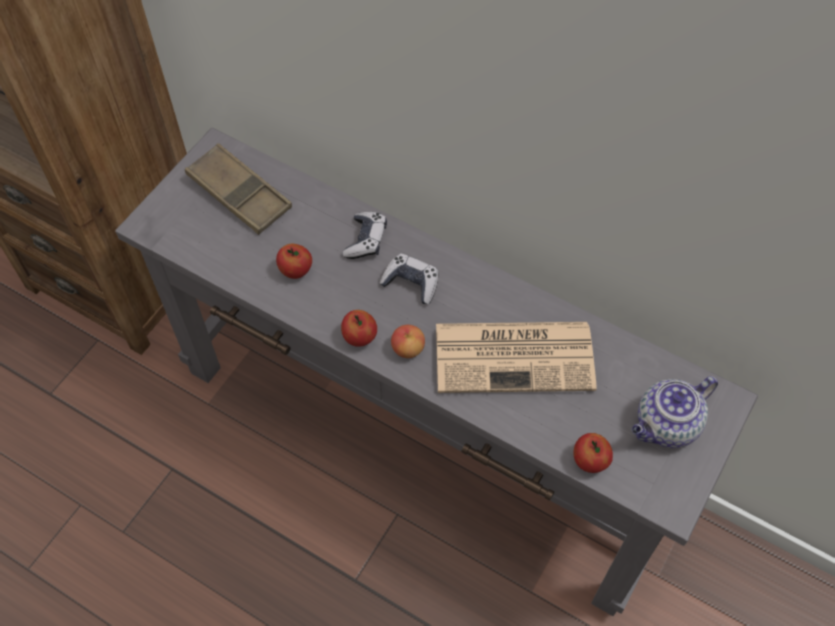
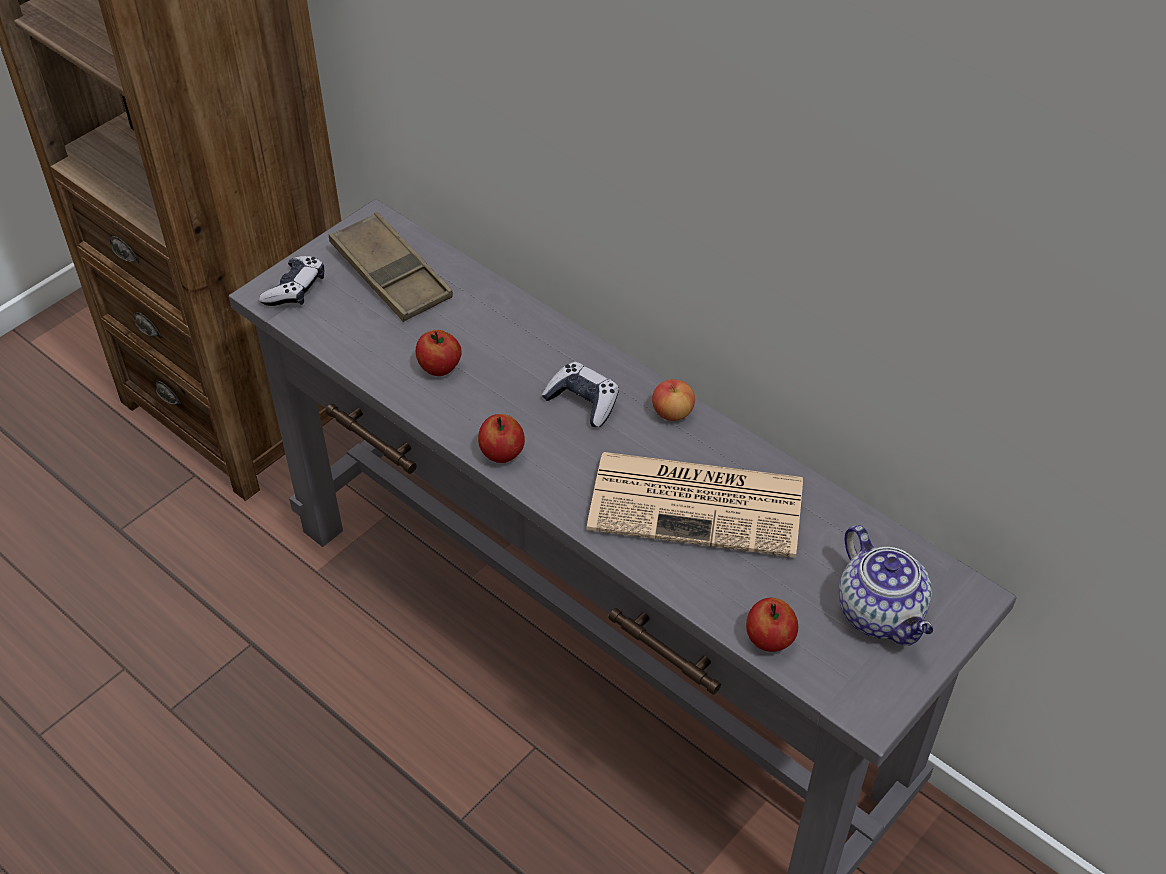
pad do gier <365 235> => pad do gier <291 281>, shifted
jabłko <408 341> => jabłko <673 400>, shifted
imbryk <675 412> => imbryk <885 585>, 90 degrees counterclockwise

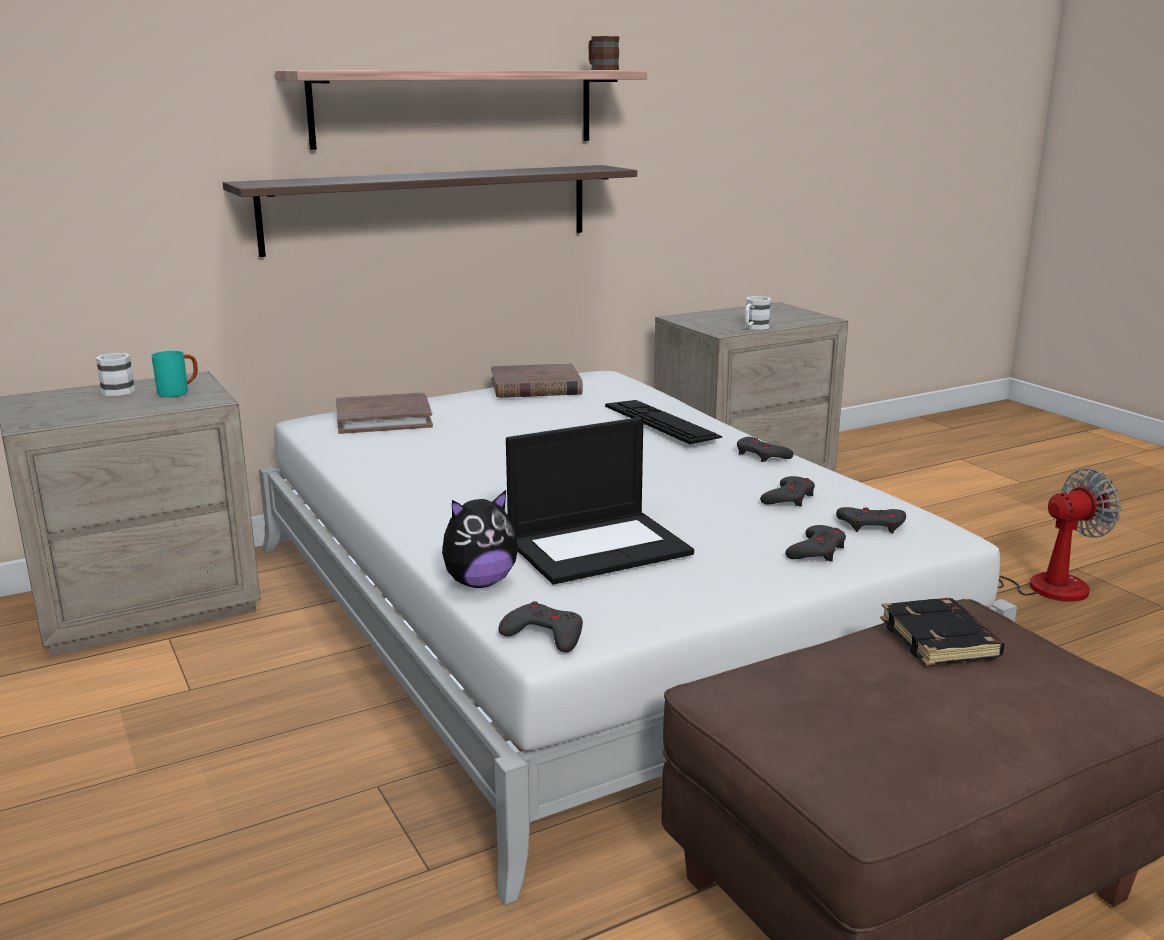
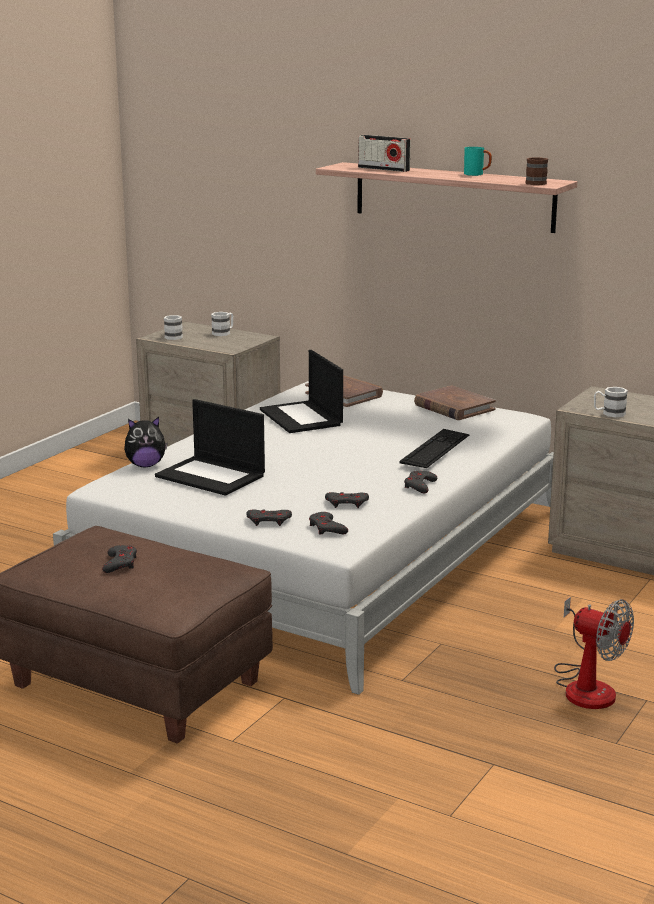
kubek (turkusowy) <174 374> => kubek (turkusowy) <478 161>, shifted
półka <430 211> => nothing
pluszak <480 539> => pluszak <146 442>, 45 degrees counterclockwise
pad do gier (szary) <540 626> => pad do gier (szary) <119 559>, shifted
książka (czarny) <942 631> => nothing
nothing => kubek (biały) <173 327>
nothing => laptop <301 391>
nothing => radio <384 153>

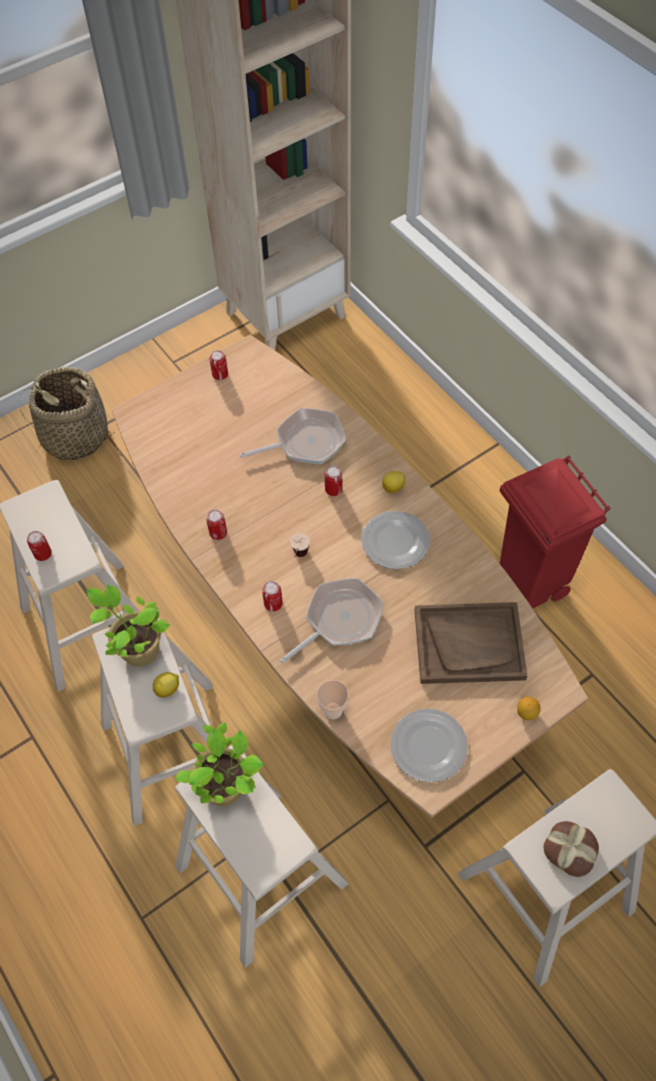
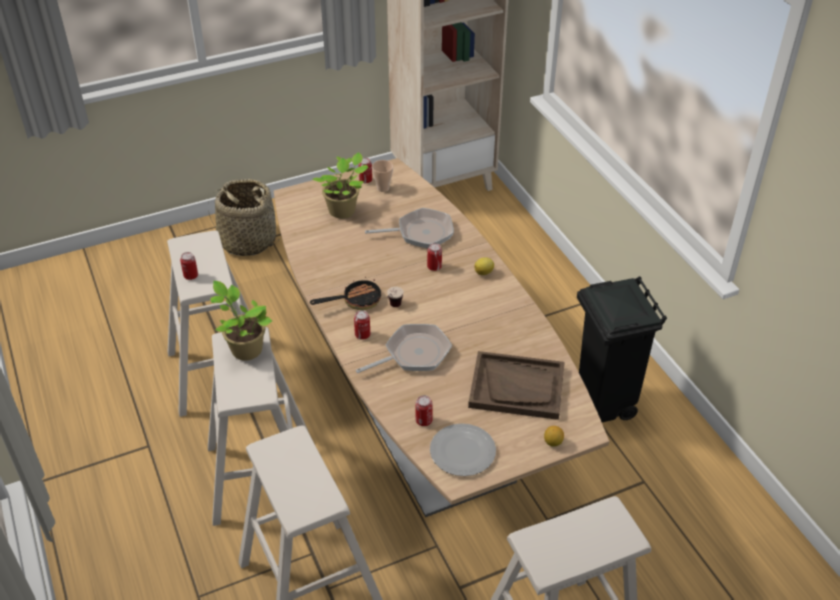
cytryna <166 685> => nothing
roślina doniczkowa <219 764> => roślina doniczkowa <340 185>, shifted
puszka <216 524> => puszka <424 410>, shifted
filiżanka <332 699> => filiżanka <382 176>, shifted
talerz <395 540> => nothing
kosz na śmieci (czerwony) <555 531> => kosz na śmieci (czarny) <622 349>
chleb <571 849> => nothing
nothing => patelnia <345 293>

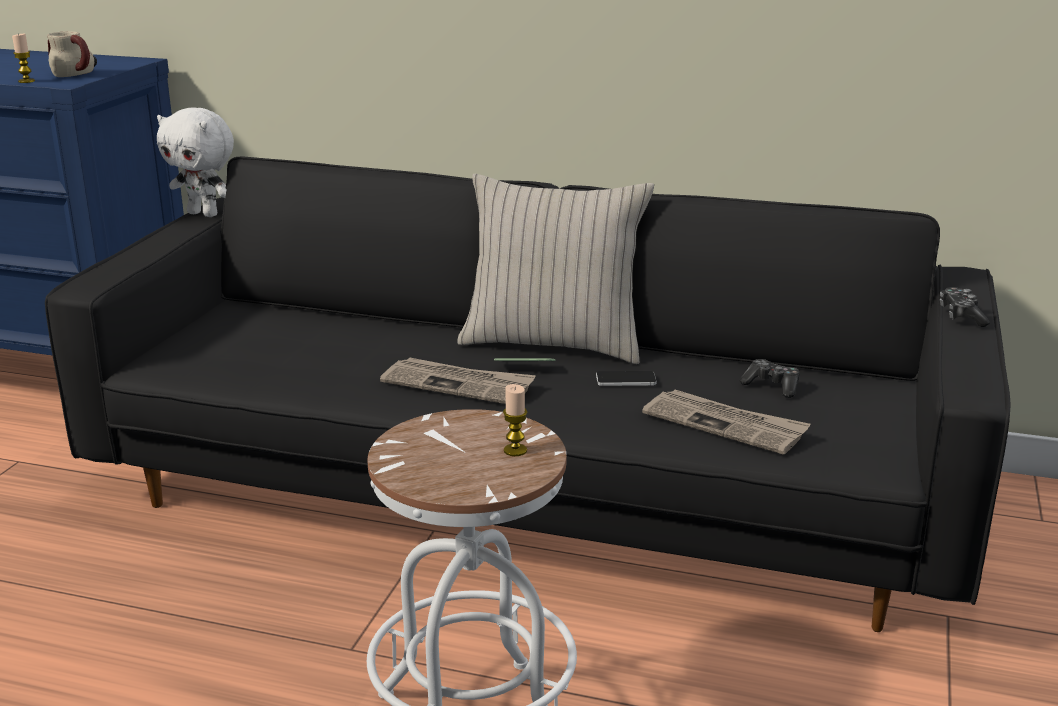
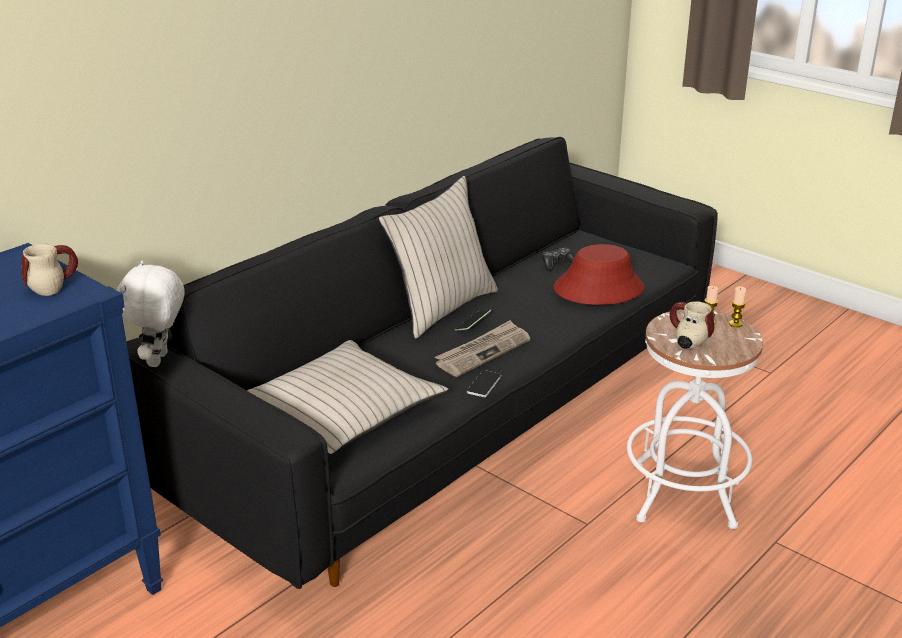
świeca <23 58> => świeca <737 306>, shifted
pluszak (biały) <195 162> => pluszak (biały) <150 313>, 135 degrees clockwise
telefon <626 378> => telefon <484 383>, shifted
gazeta <726 422> => kapelusz (czerwony) <599 274>
pad do gier <965 307> => nothing
nothing => poduszka (beżowy) <347 397>
nothing => kubek <691 325>

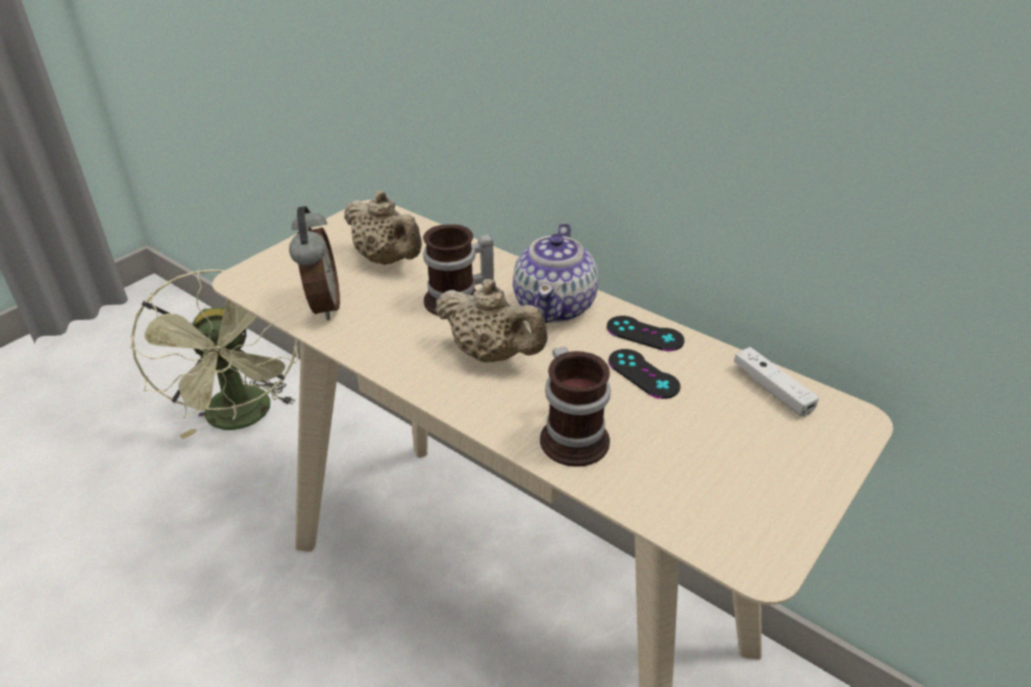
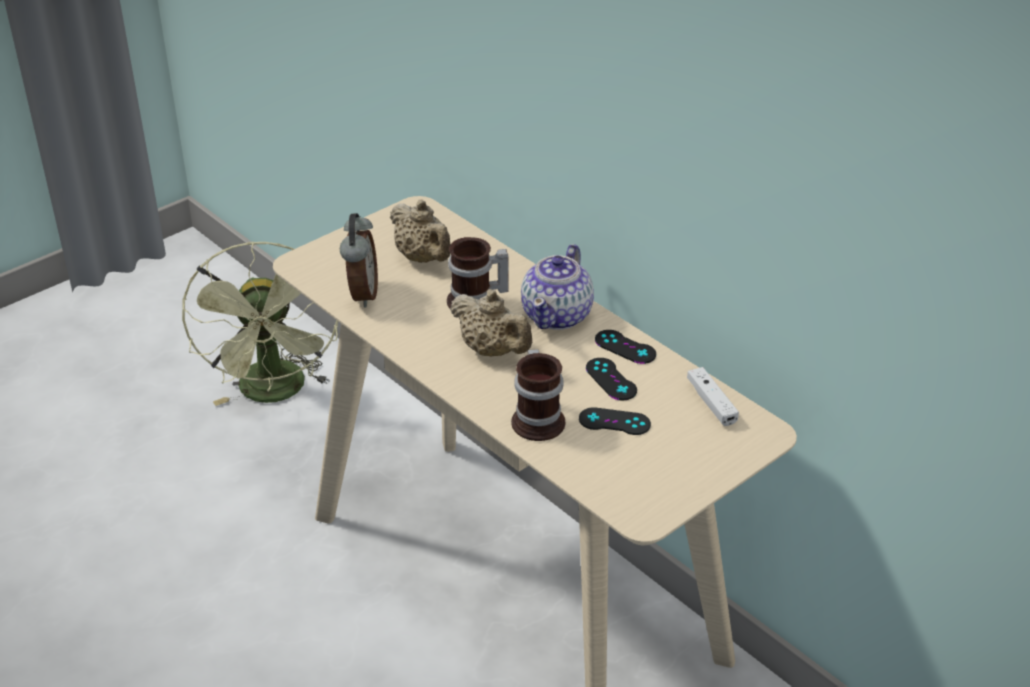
nothing => pad do gier (czarny) <615 421>

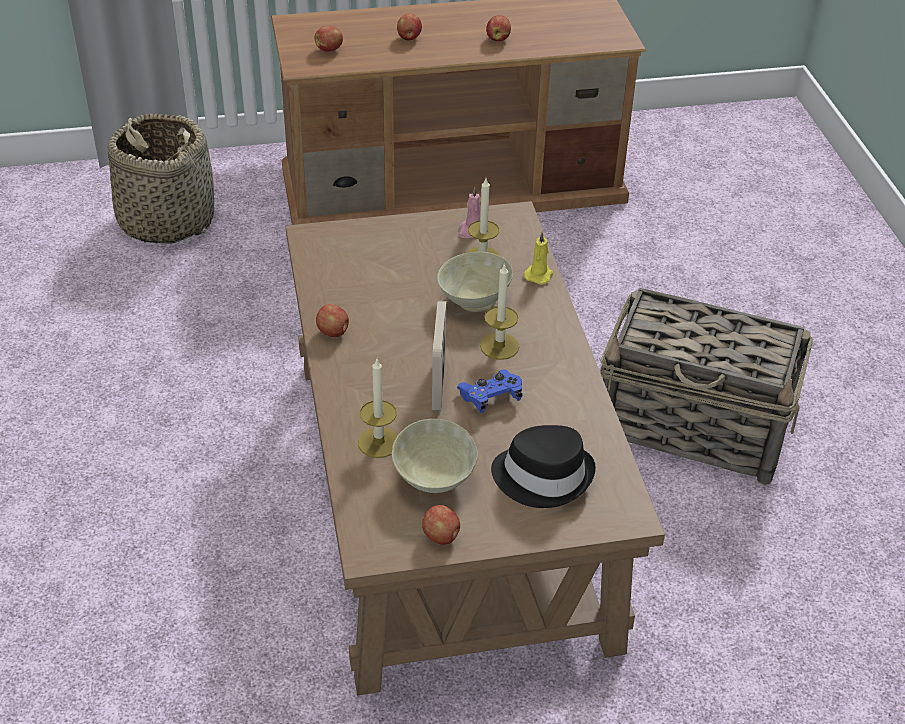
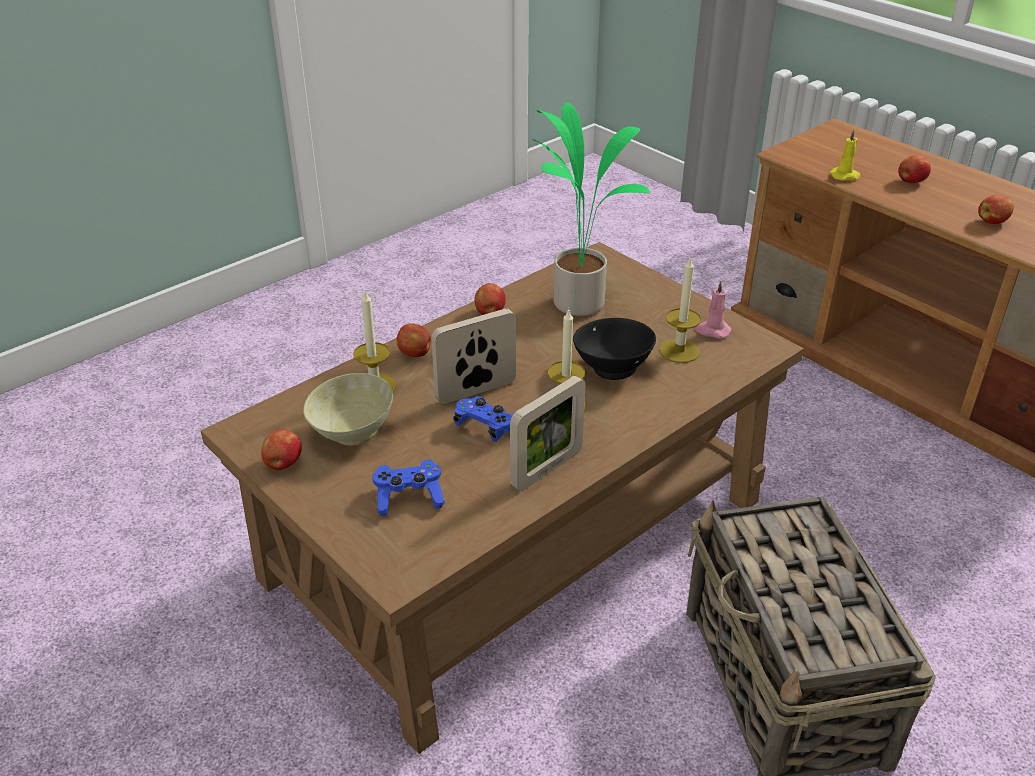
koszyk <161 178> => nothing
jabłko <329 39> => jabłko <414 340>, shifted
miska (beżowy) <475 282> => miska (czarny) <614 349>
kapelusz (czarny) <543 466> => pad do gier (niebieski) <409 488>
świeca (żółty) <538 257> => świeca (żółty) <845 155>, shifted
nothing => ramka na zdjęcie <548 433>
nothing => roślina doniczkowa <591 209>

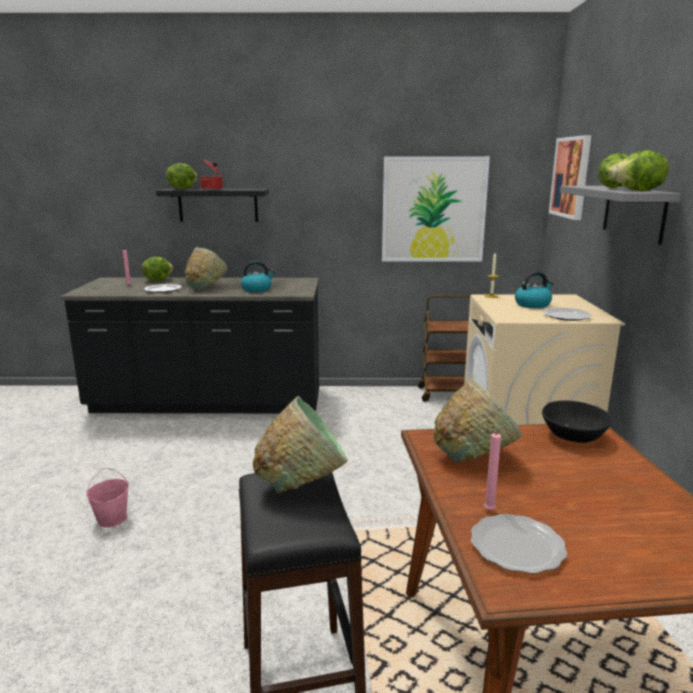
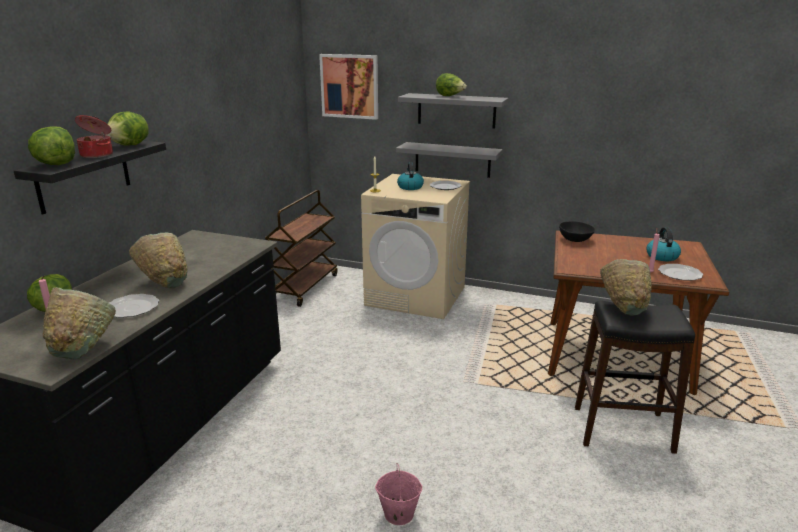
czajnik <258 276> => czajnik <663 244>, shifted
obraz <436 209> => nothing
miska (zielony) <478 419> => miska (zielony) <79 323>, shifted
sałata <640 170> => sałata <126 128>, shifted
nothing => półka (szary) <449 160>

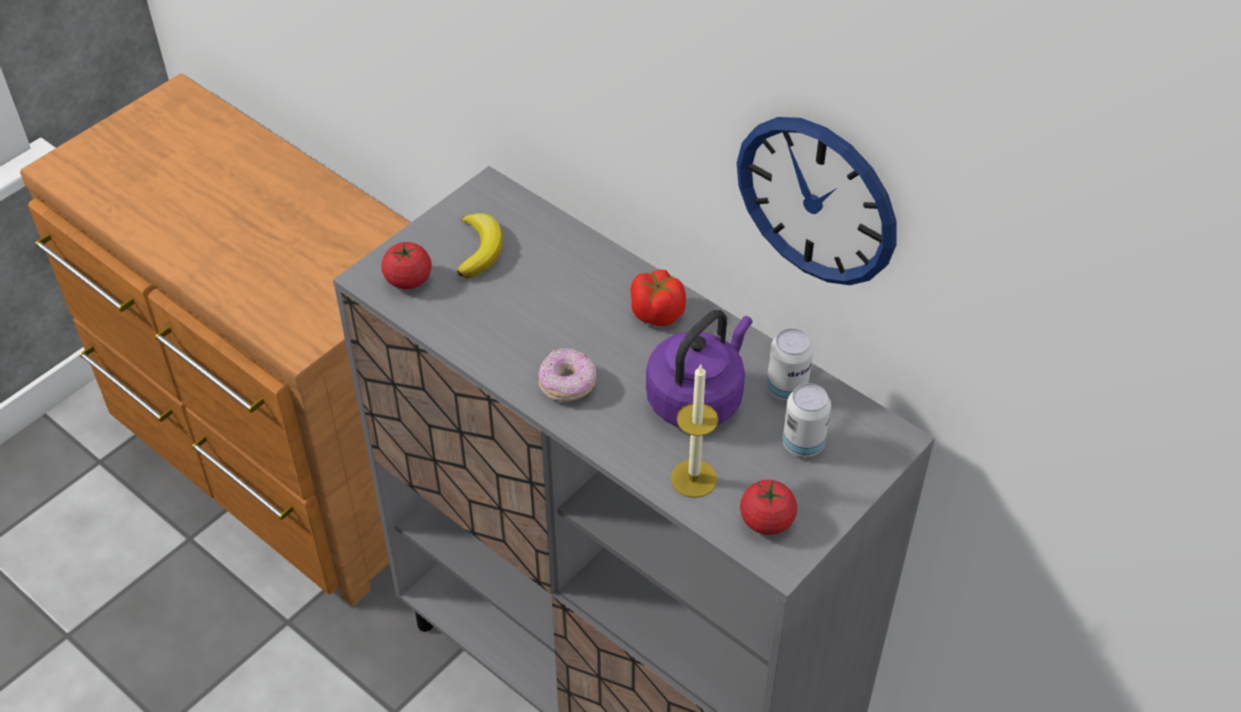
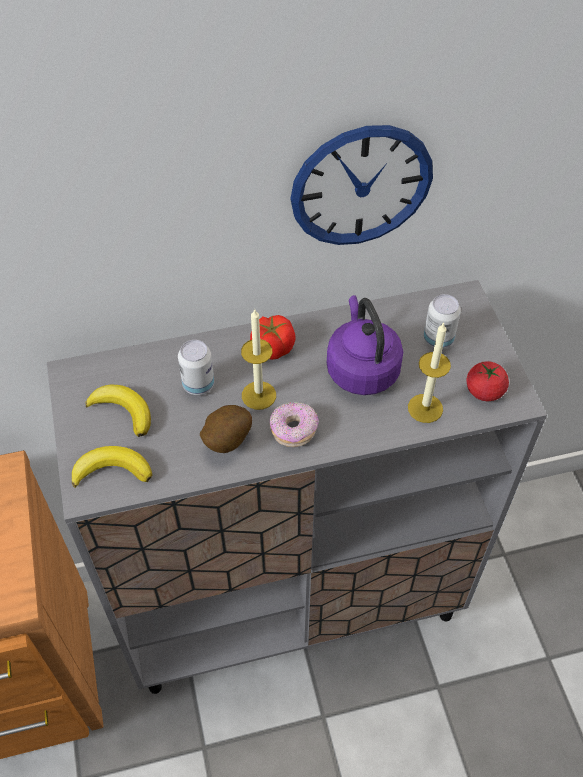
pomidor <406 265> => banan <112 467>
puszka <790 364> => puszka <196 367>, shifted
nothing => ziemniak <226 429>
nothing => świeca <258 359>

